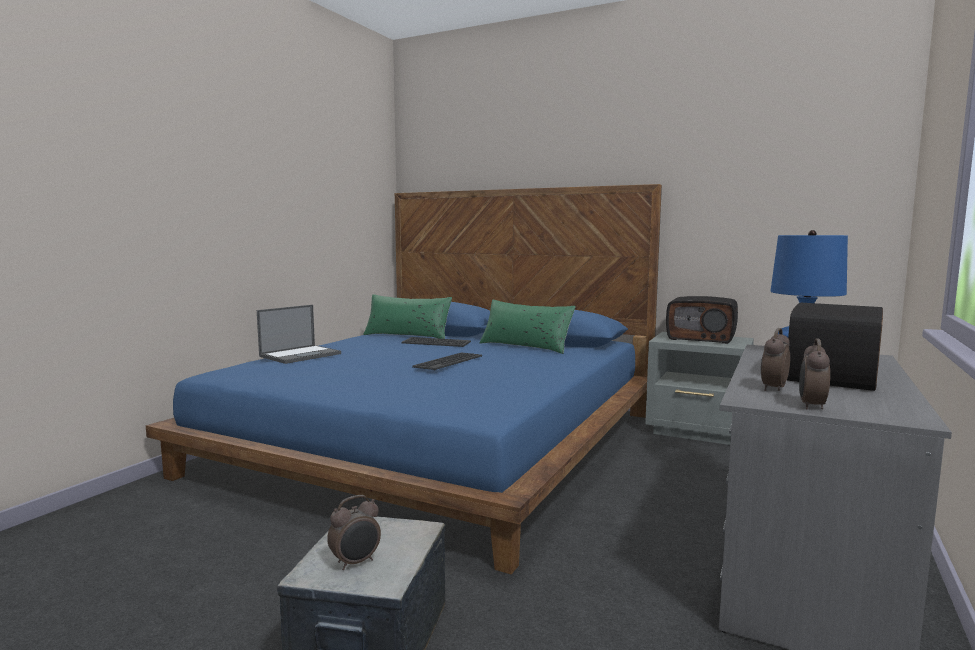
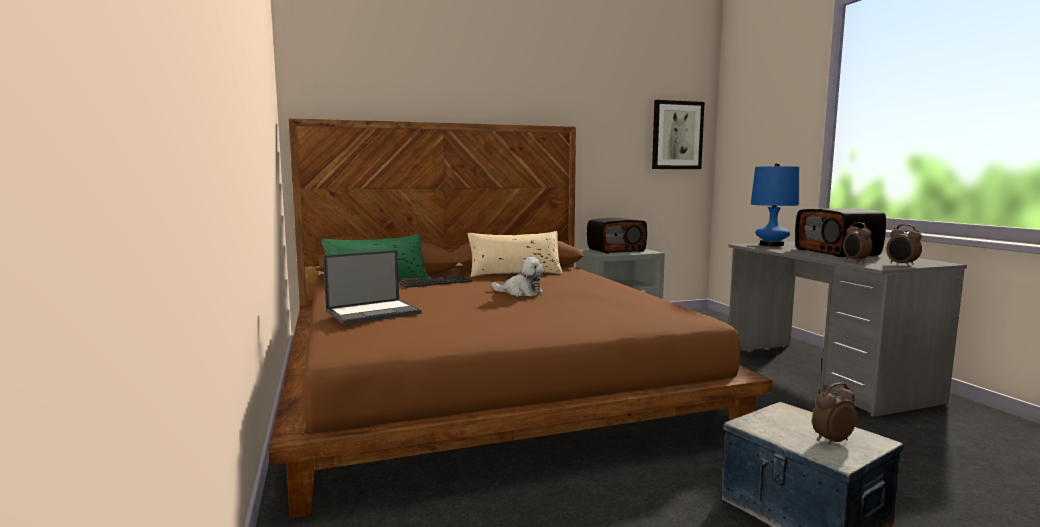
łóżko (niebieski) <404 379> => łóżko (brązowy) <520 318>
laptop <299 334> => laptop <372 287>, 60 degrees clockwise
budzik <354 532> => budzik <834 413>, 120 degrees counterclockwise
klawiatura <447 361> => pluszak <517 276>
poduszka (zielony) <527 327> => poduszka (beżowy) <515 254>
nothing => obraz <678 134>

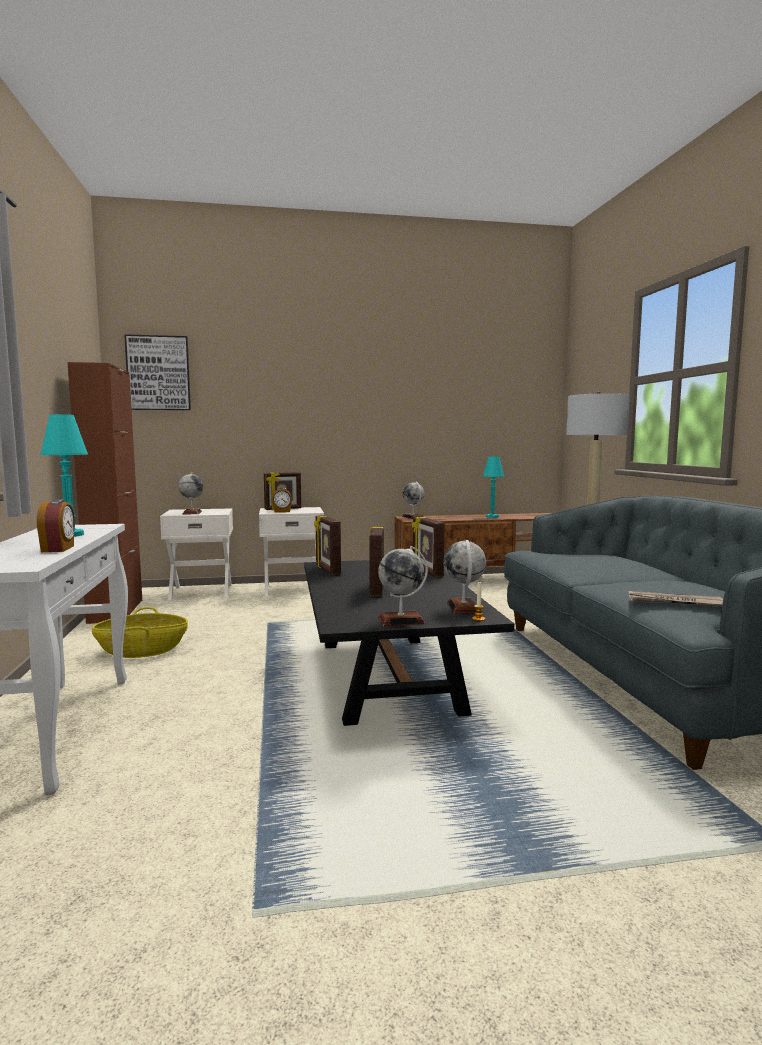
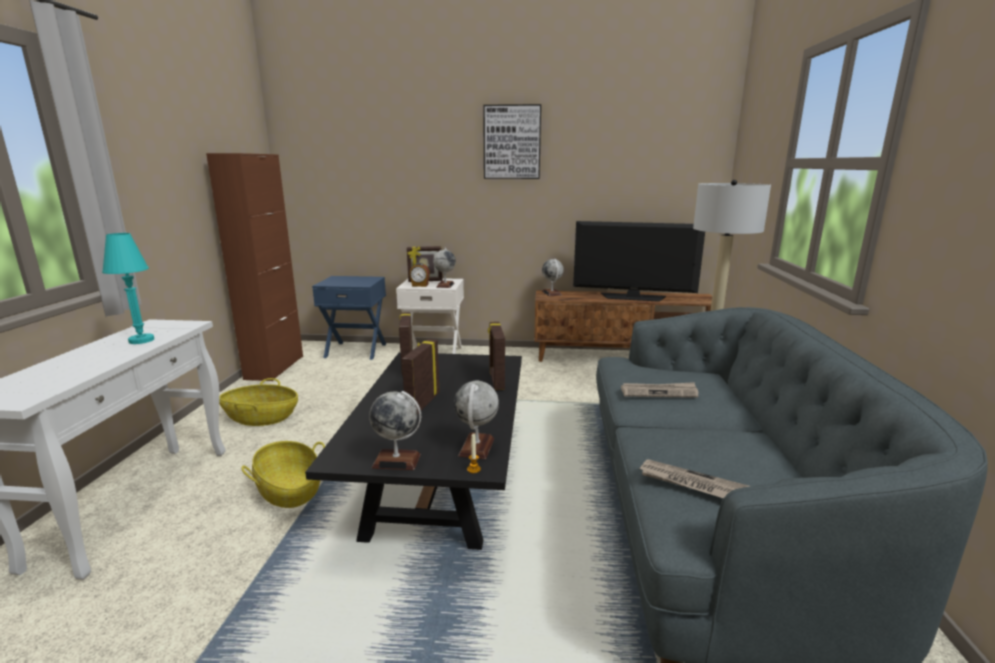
budzik <56 525> => nothing
obraz <157 372> => obraz <512 141>, shifted
szafka nocna (biały) <196 554> => szafka nocna (niebieski) <349 318>
globus <191 493> => globus <444 268>, shifted
lampa stołowa (turkusowy) <493 487> => telewizor <639 261>
nothing => koszyk <283 474>
nothing => gazeta <659 390>

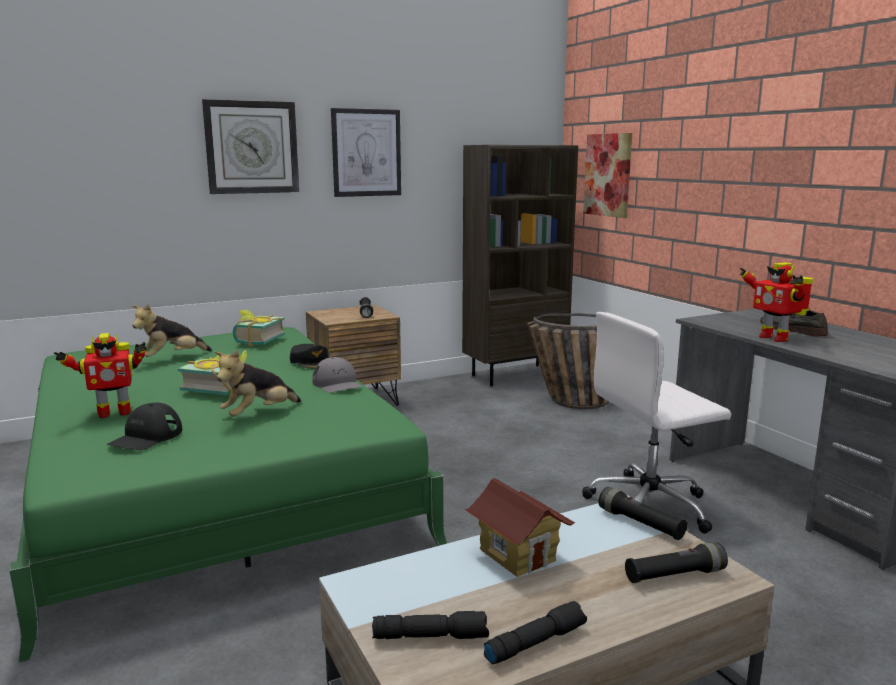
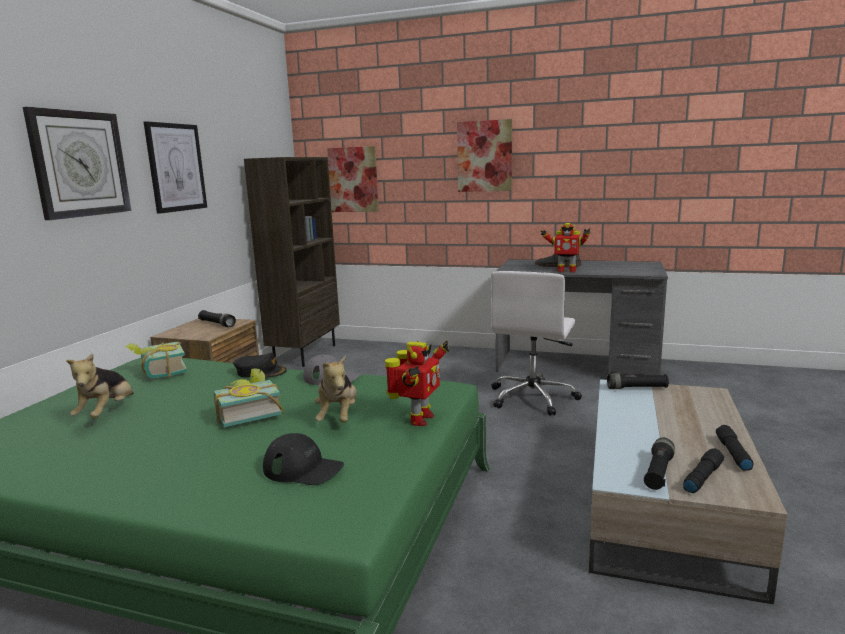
robot zabawkowy <100 375> => robot zabawkowy <417 383>, shifted
czapka z daszkiem (czarny) <144 426> => czapka z daszkiem (czarny) <303 459>, 45 degrees counterclockwise
domek <519 527> => nothing
koszyk <568 361> => nothing
latarka (czarny) <676 562> => latarka (czarny) <659 464>, shifted
nothing => obraz <484 155>

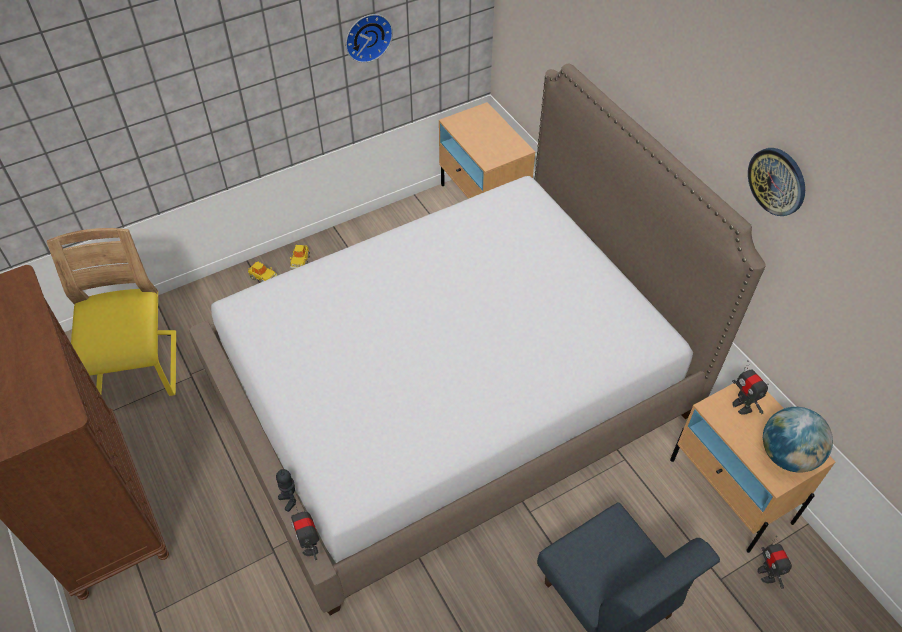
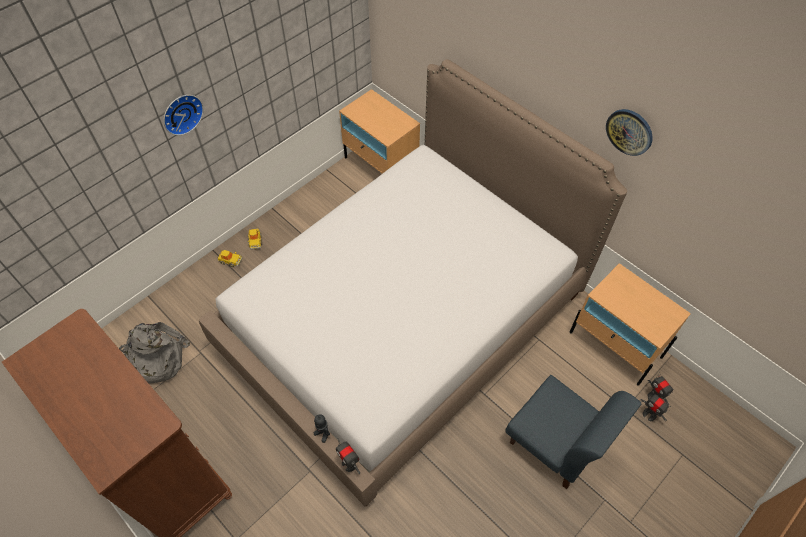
krzesło (żółty) <111 312> => plecak (szary) <154 352>
zegar ścienny <369 38> => zegar ścienny <184 115>, shifted
robot zabawkowy <750 387> => robot zabawkowy <655 406>, shifted
globus <798 440> => nothing

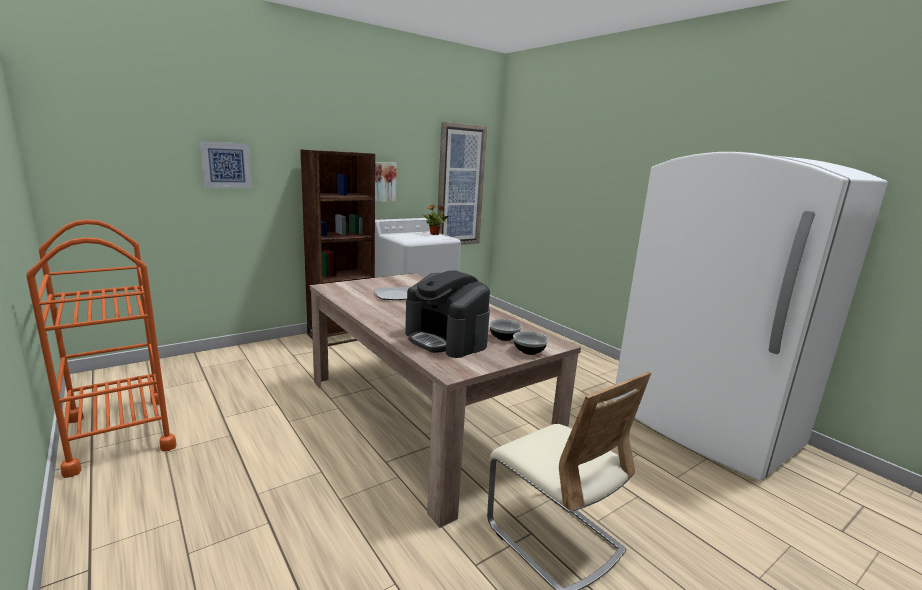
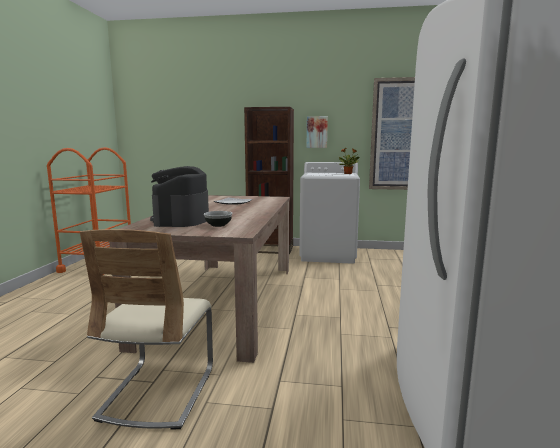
obraz <226 164> => nothing
miska <530 343> => nothing

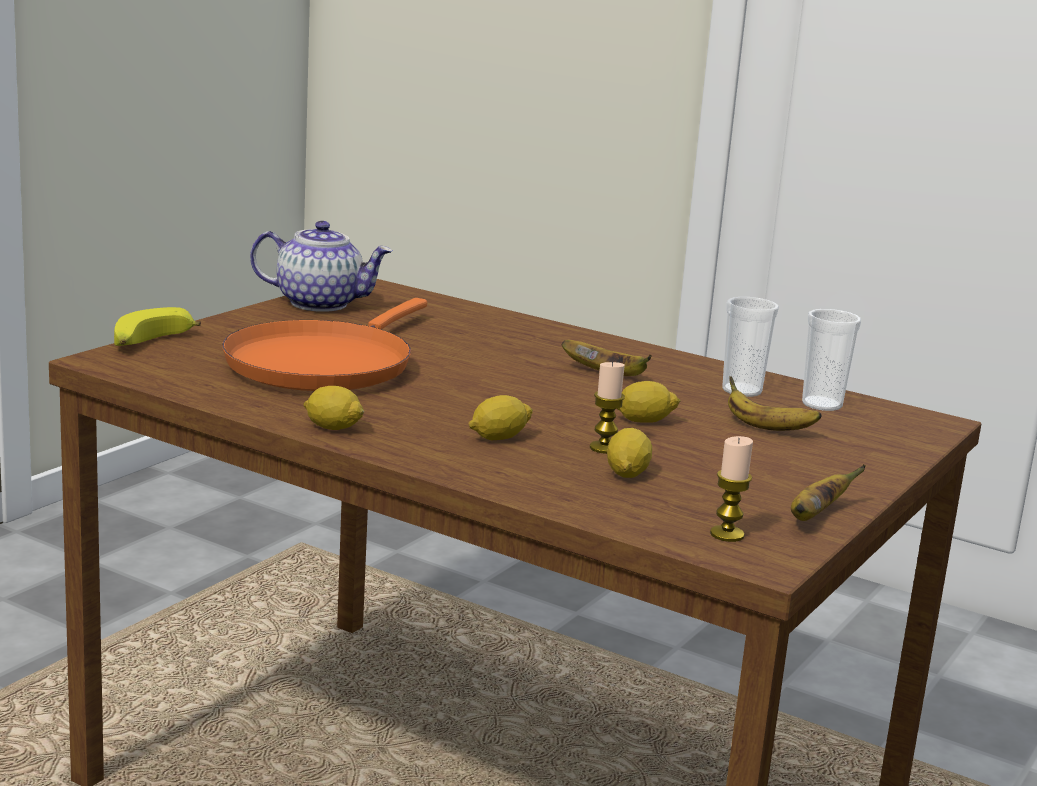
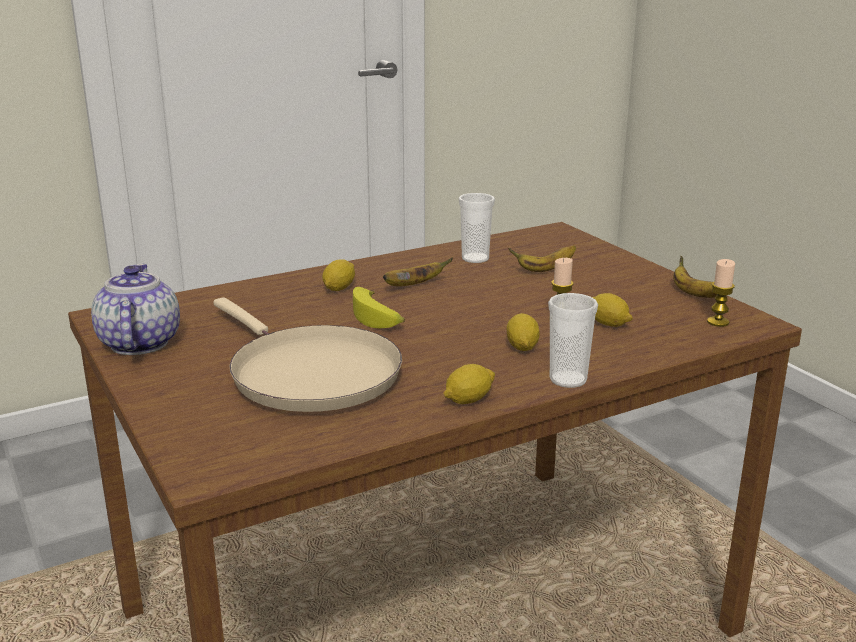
banan <157 326> => banan <379 307>, shifted
patelnia (pomarańczowy) <324 344> => patelnia (beżowy) <307 354>
imbryk <321 266> => imbryk <135 309>, 45 degrees counterclockwise
cytryna <649 402> => cytryna <338 275>, shifted
filiżanka <831 360> => filiżanka <573 340>, shifted

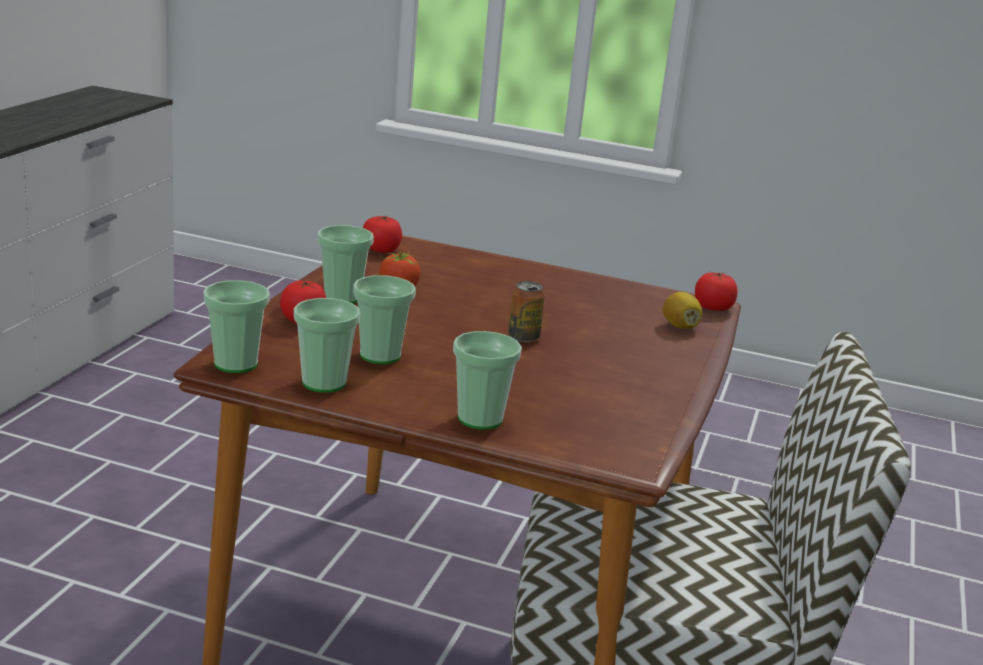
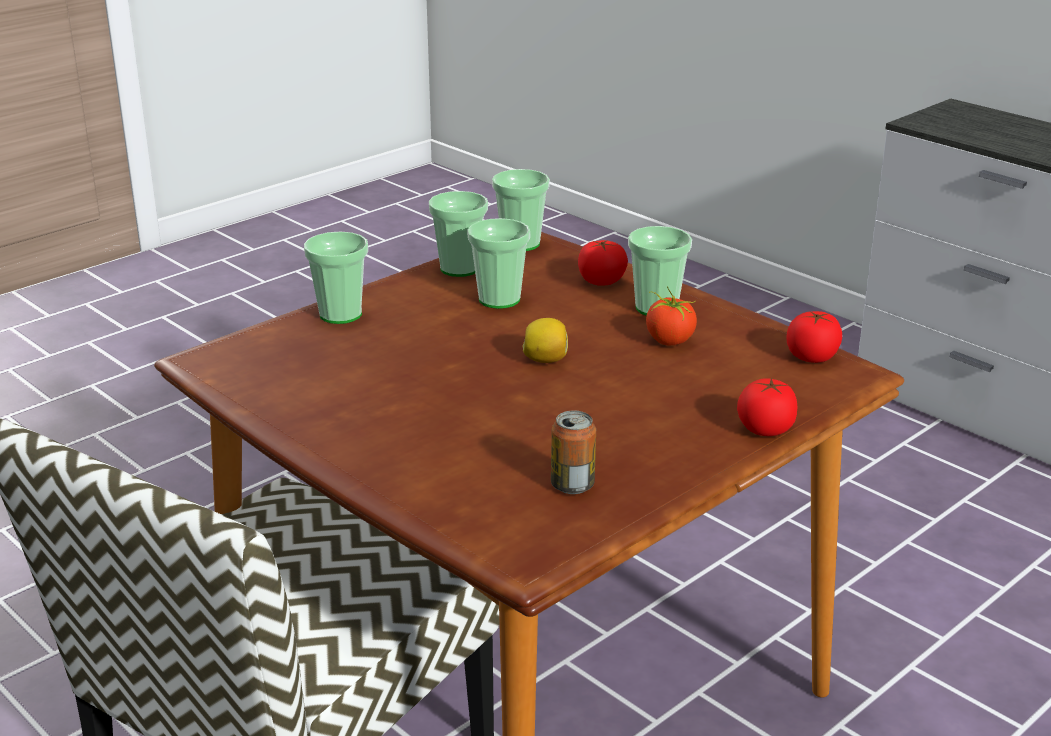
puszka <527 311> => puszka <573 452>, shifted
cytryna <682 310> => cytryna <545 340>, shifted
pomidor <716 291> => pomidor <767 407>, shifted

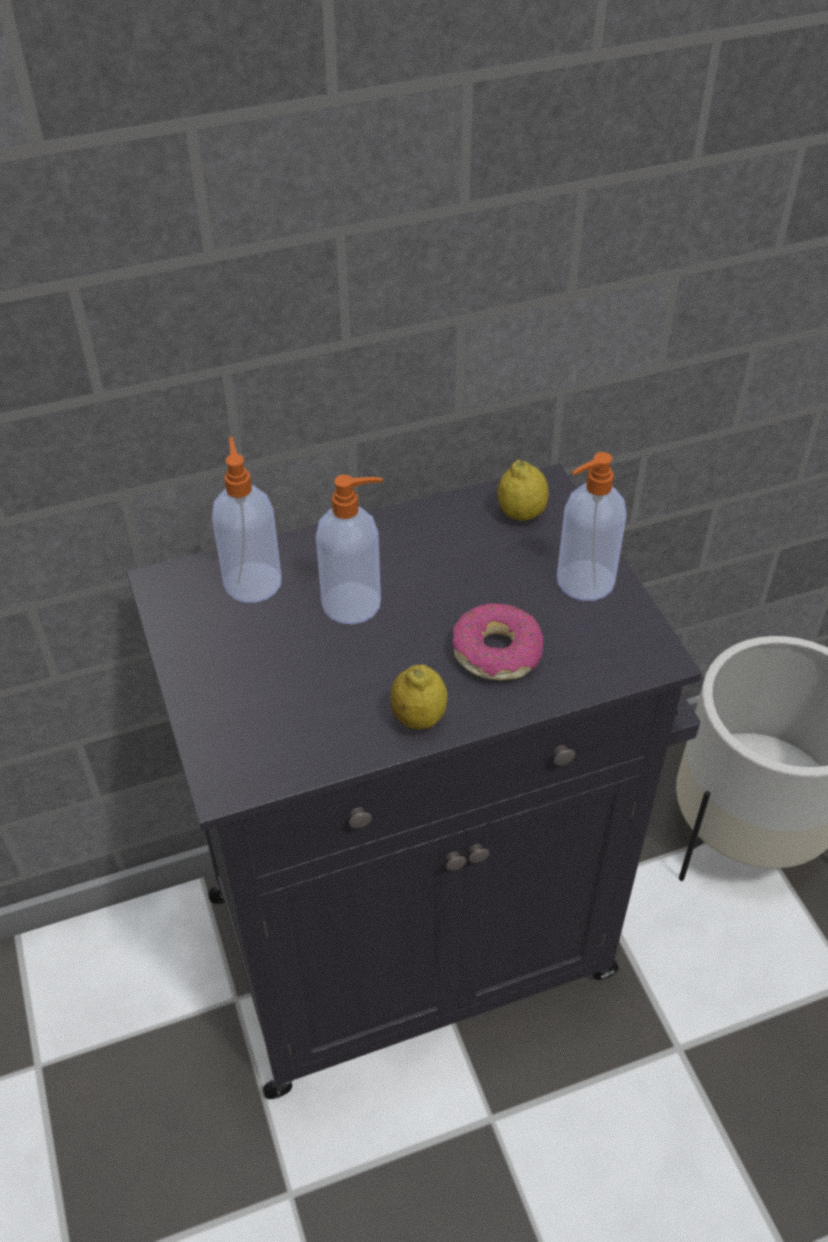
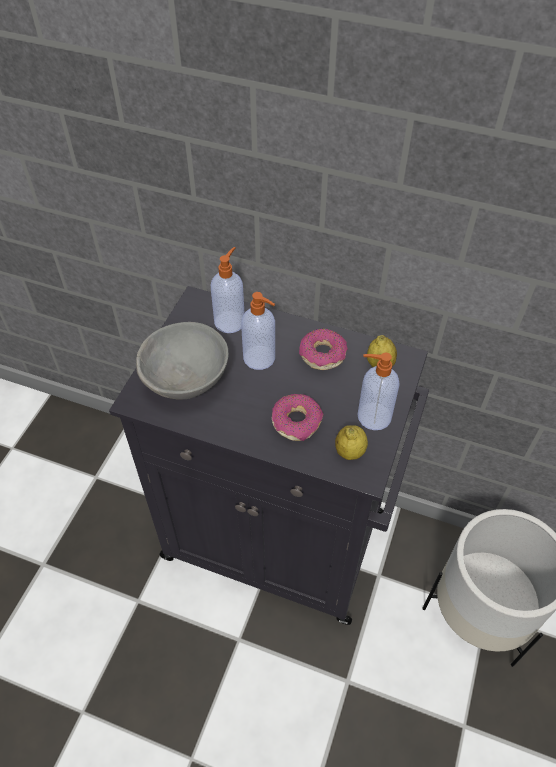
cytryna <419 697> => cytryna <351 442>, shifted
nothing => miska (szary) <182 361>
nothing => donut <323 349>

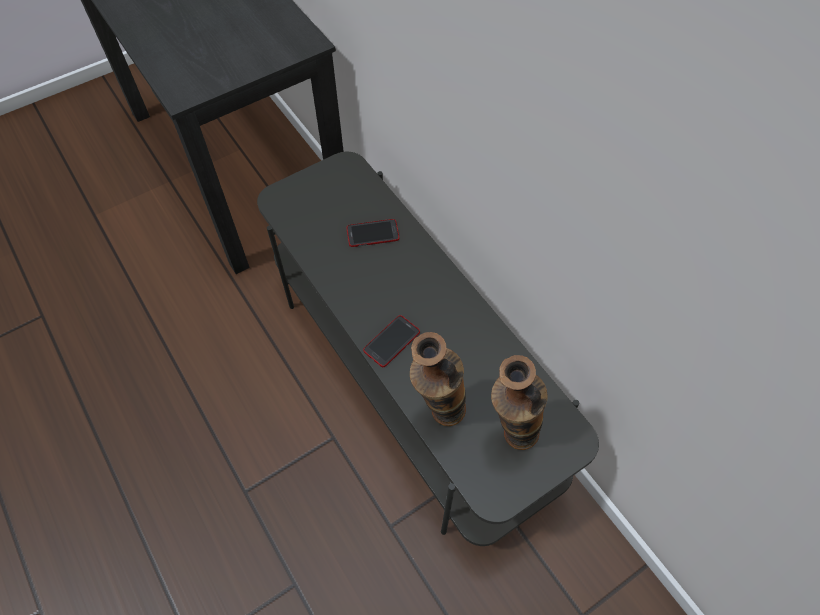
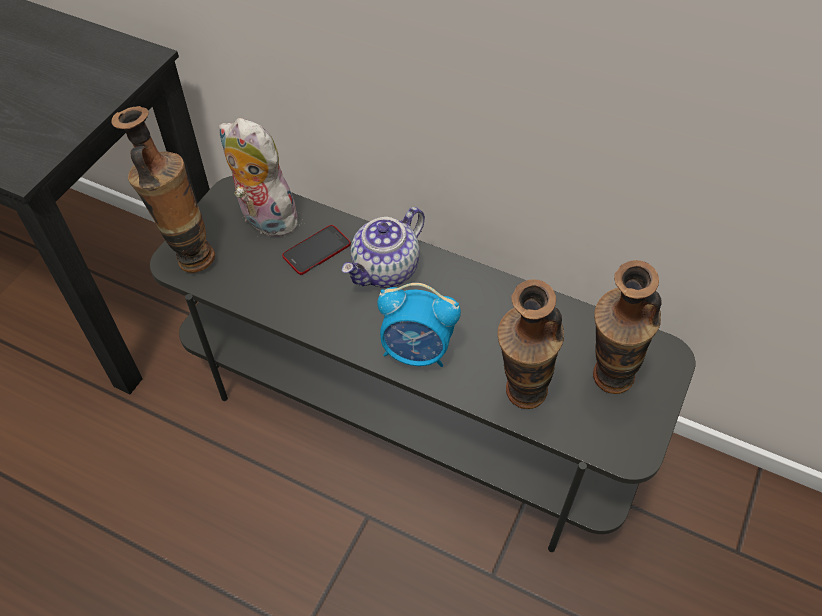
telefon <391 341> => budzik <419 325>
nothing => wazon <163 189>
nothing => pluszak <262 177>
nothing => imbryk <383 247>

